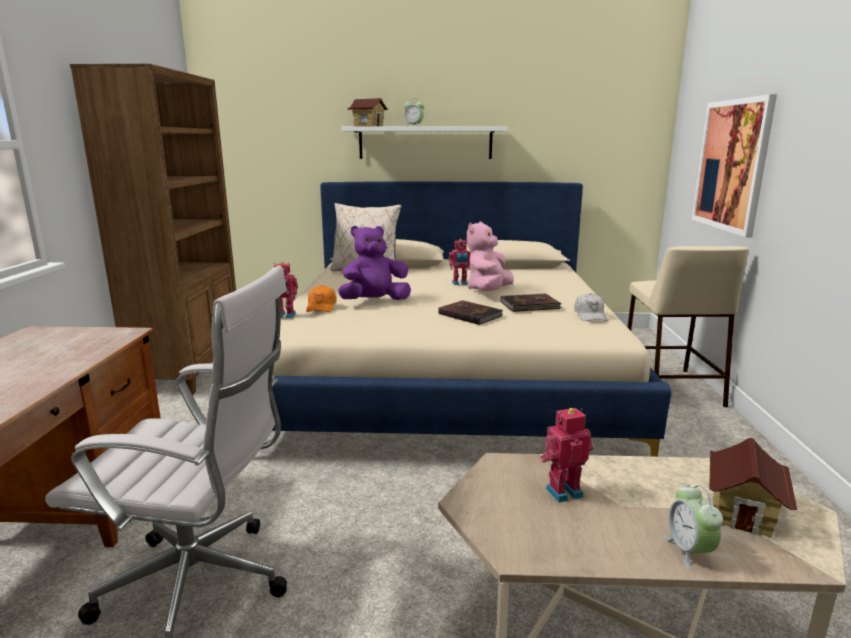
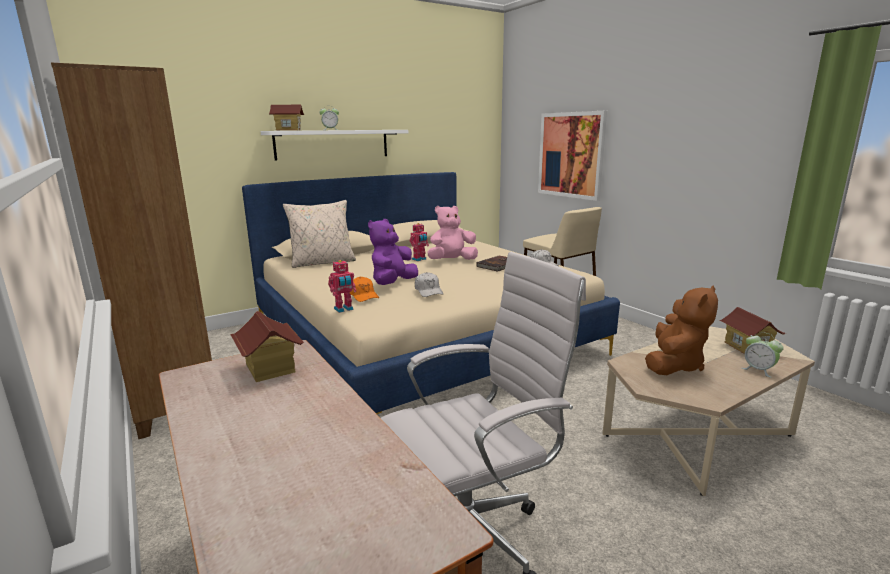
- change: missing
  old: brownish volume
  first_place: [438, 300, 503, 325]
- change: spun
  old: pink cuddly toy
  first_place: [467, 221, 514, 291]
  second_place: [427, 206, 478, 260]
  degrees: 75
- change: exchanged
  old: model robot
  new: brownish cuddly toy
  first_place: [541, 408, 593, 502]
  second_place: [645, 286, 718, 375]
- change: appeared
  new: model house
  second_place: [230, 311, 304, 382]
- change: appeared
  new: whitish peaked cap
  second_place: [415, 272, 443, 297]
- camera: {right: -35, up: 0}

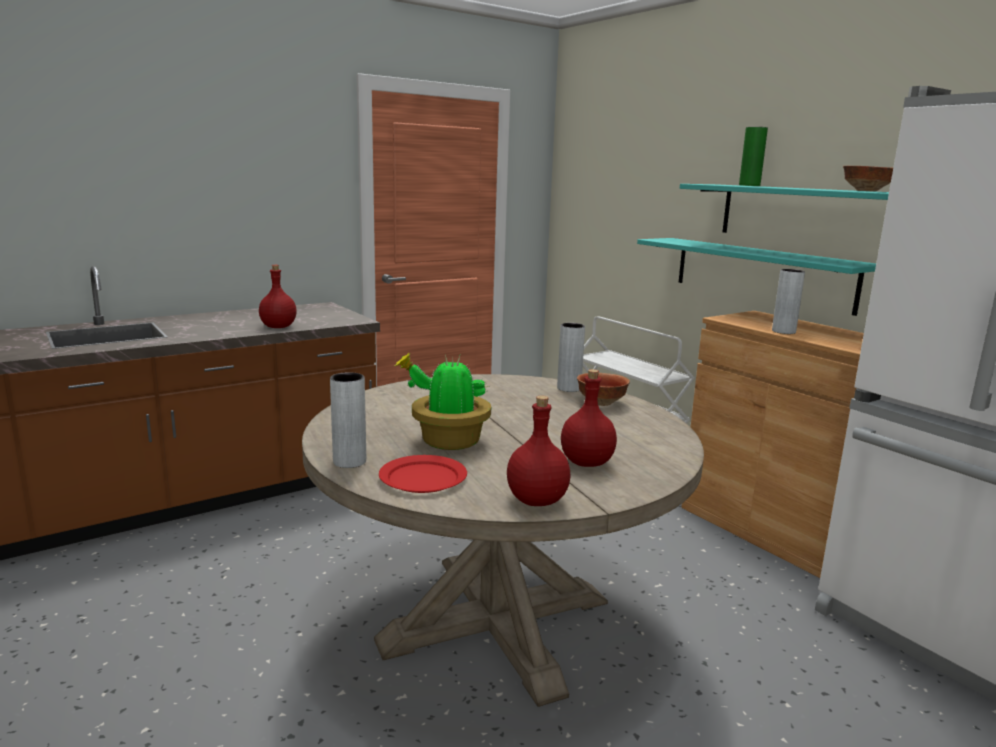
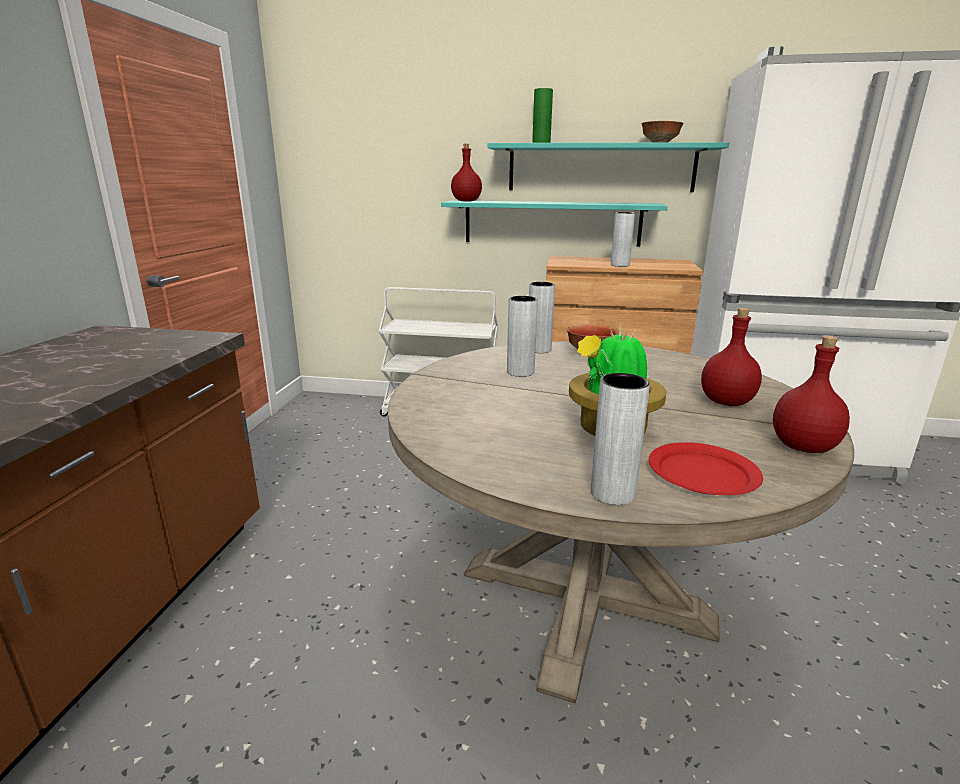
- change: relocated
  old: reddish beverage bottle
  first_place: [259, 265, 297, 328]
  second_place: [451, 144, 482, 202]
- change: appeared
  new: gray decorative vase
  second_place: [507, 296, 538, 377]
- camera: {right: -45, up: 5}

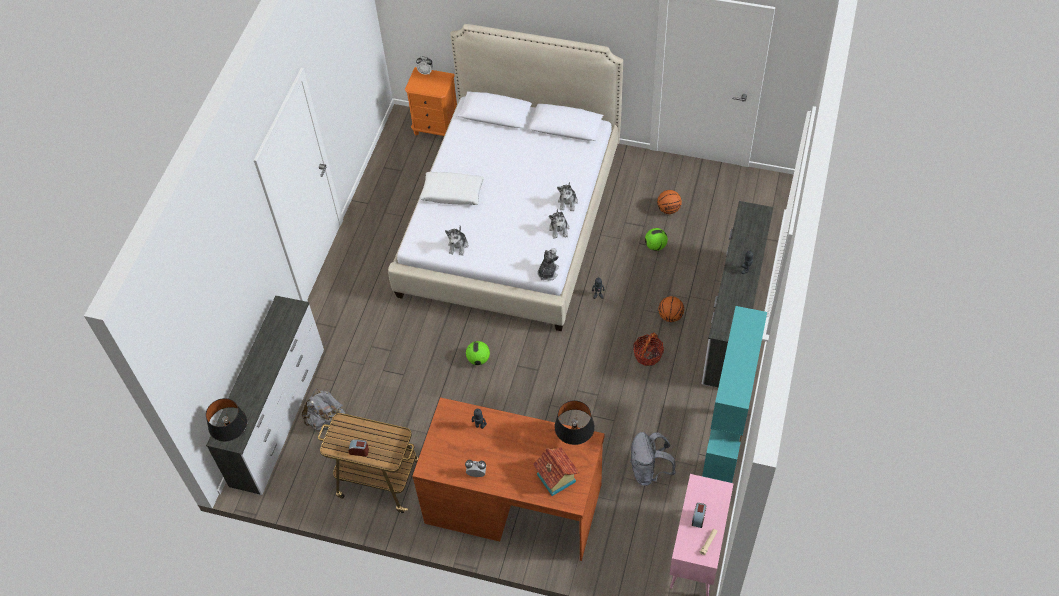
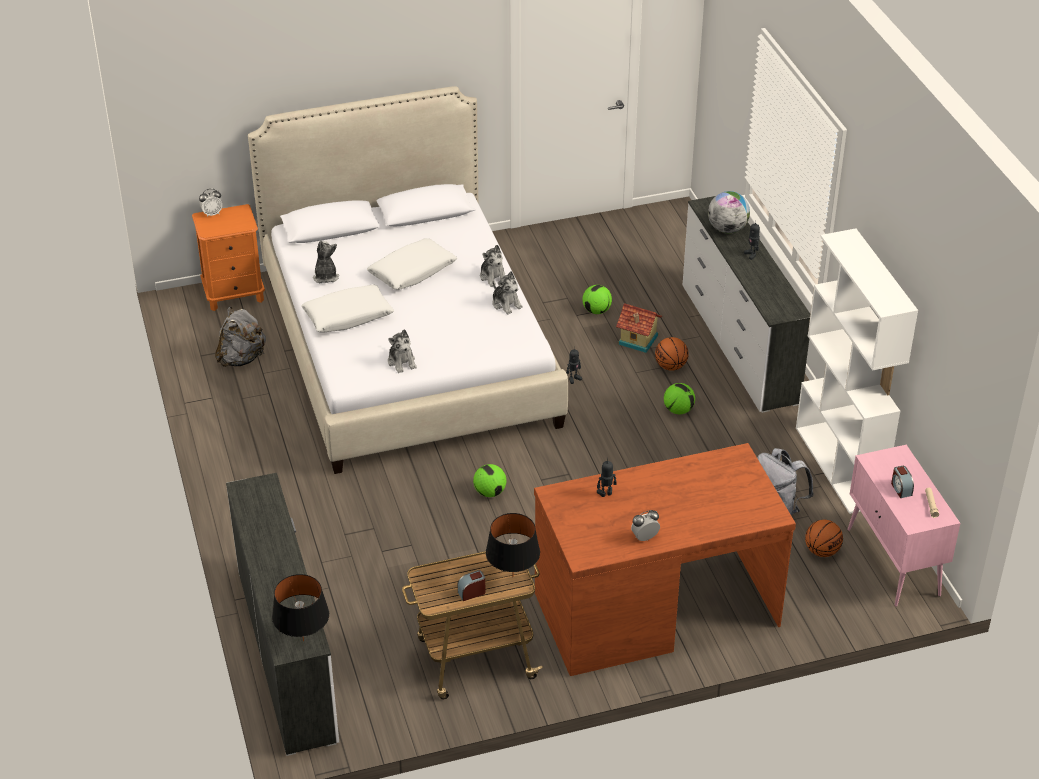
- change: relocated
  old: gray rucksack
  first_place: [302, 389, 345, 430]
  second_place: [215, 307, 266, 367]
- change: relocated
  old: model house
  first_place: [533, 448, 579, 496]
  second_place: [616, 303, 662, 353]
- change: relocated
  old: cuddly toy
  first_place: [537, 248, 559, 281]
  second_place: [313, 241, 339, 283]
- change: relocated
  old: blackish tabletop lamp
  first_place: [554, 400, 595, 445]
  second_place: [486, 513, 540, 572]
- change: exchanged
  old: basket
  new: football
  first_place: [633, 332, 664, 366]
  second_place: [664, 383, 695, 414]
- change: relocated
  old: basketball
  first_place: [657, 190, 682, 214]
  second_place: [805, 520, 843, 557]
- change: colour
  old: turquoise-coloured bookcase
  new: whitish bookcase
  first_place: [702, 306, 767, 483]
  second_place: [796, 229, 918, 514]
- change: appeared
  new: whitish pillow
  second_place: [367, 238, 457, 290]
- change: appeared
  new: globe
  second_place: [708, 191, 750, 233]
- camera: {right: -35, up: -15}

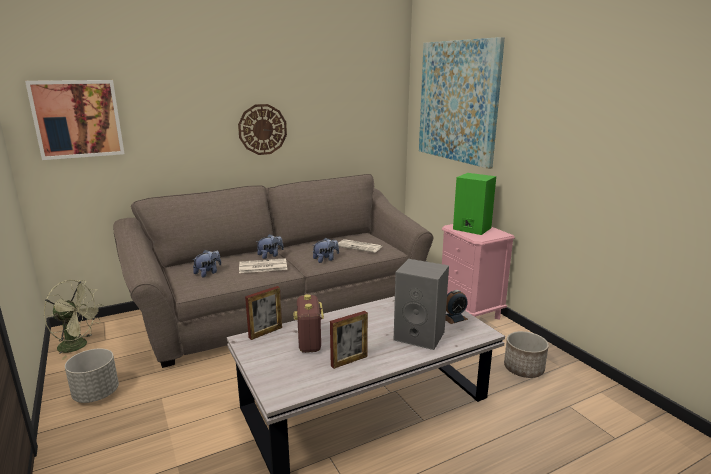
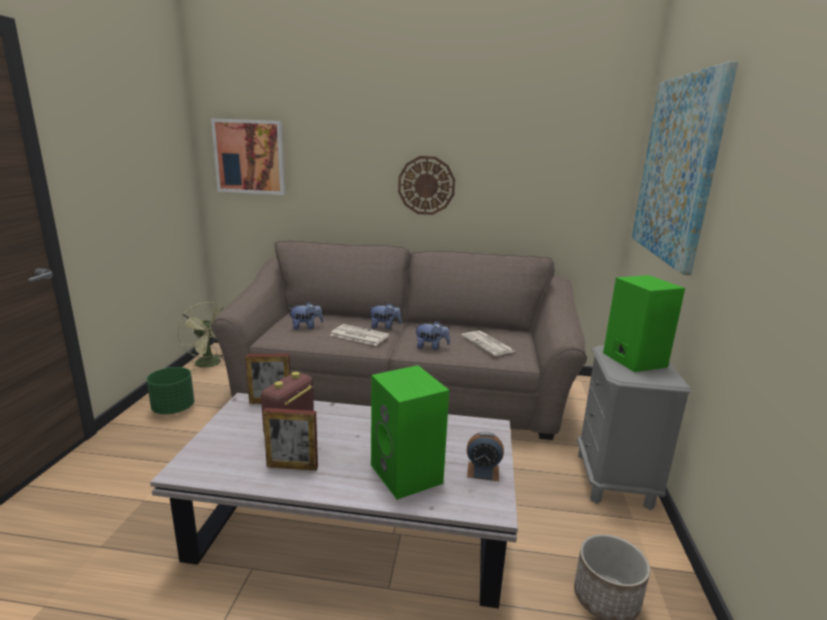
- change: colour
  old: gray flower pot
  new: greenish flower pot
  first_place: [65, 348, 119, 403]
  second_place: [147, 367, 194, 414]
- change: colour
  old: gray audio speaker
  new: greenish audio speaker
  first_place: [394, 259, 449, 350]
  second_place: [371, 365, 449, 500]
- change: colour
  old: pink bedside table
  new: gray bedside table
  first_place: [442, 224, 515, 319]
  second_place: [577, 345, 690, 510]
- camera: {right: 35, up: 0}

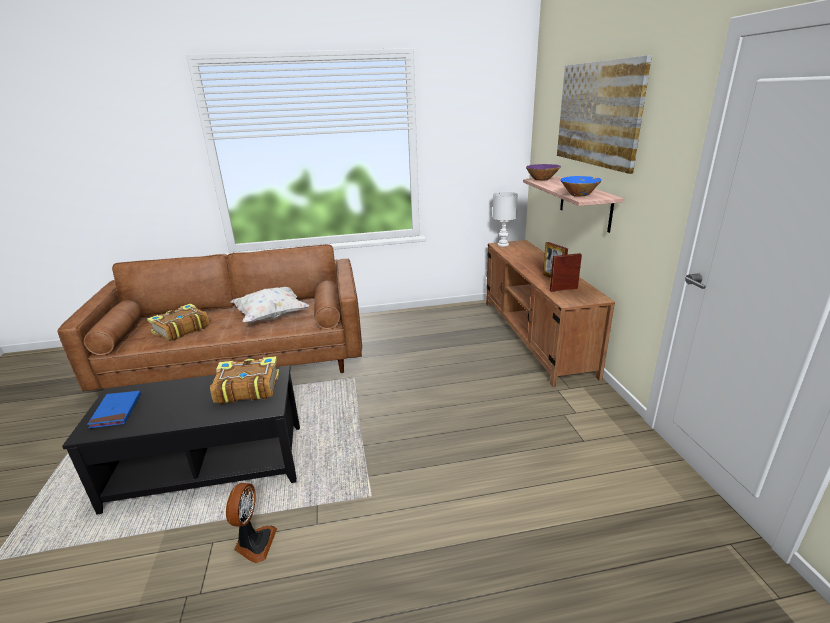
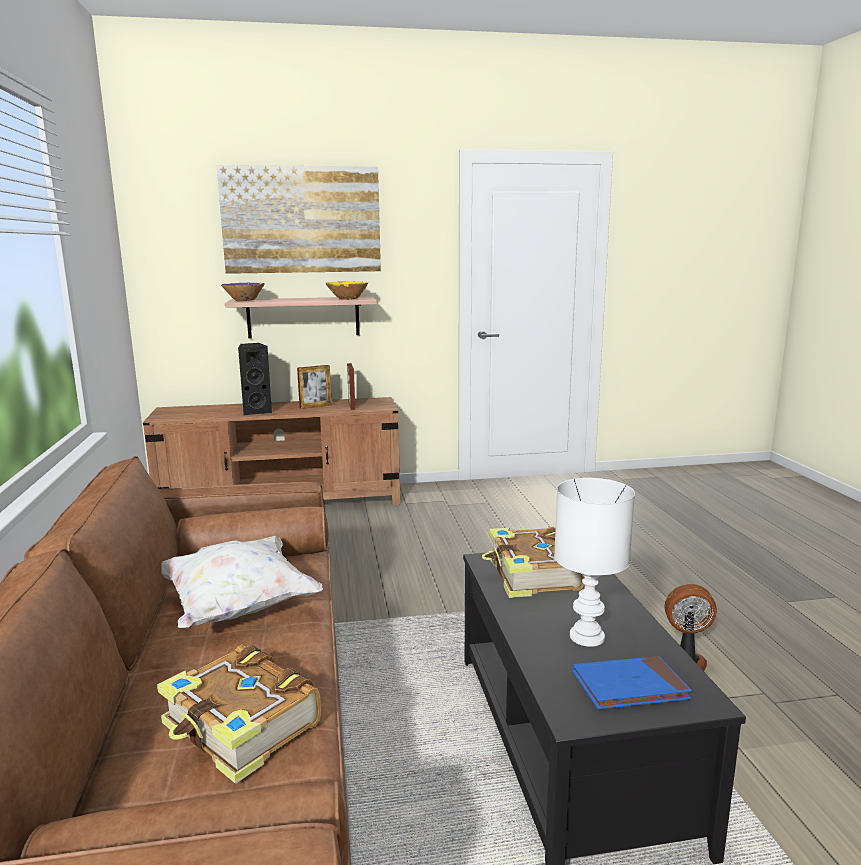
- change: relocated
  old: whitish tabletop lamp
  first_place: [493, 192, 518, 247]
  second_place: [554, 478, 635, 647]
- change: colour
  old: blue deep dish
  new: yellowish deep dish
  first_place: [560, 176, 602, 196]
  second_place: [325, 281, 368, 300]
- change: appeared
  new: blackish audio speaker
  second_place: [238, 343, 272, 415]
- camera: {right: -90, up: -10}

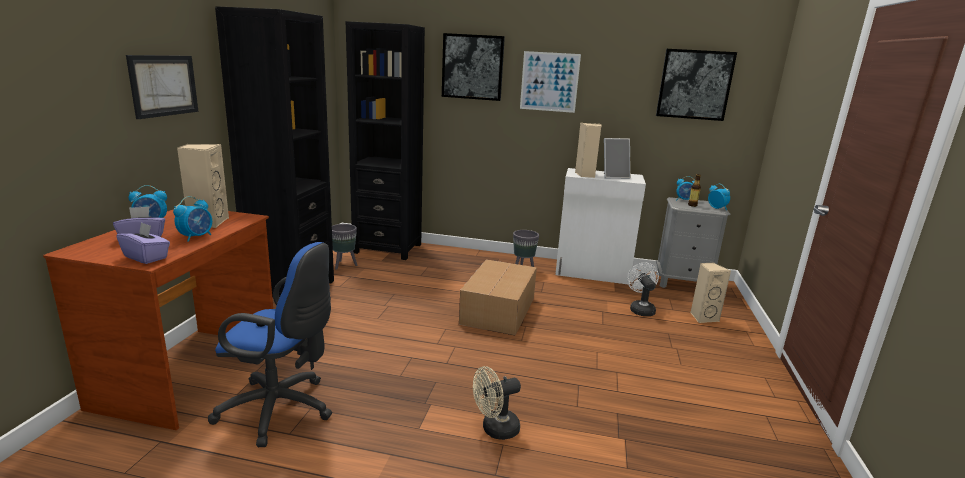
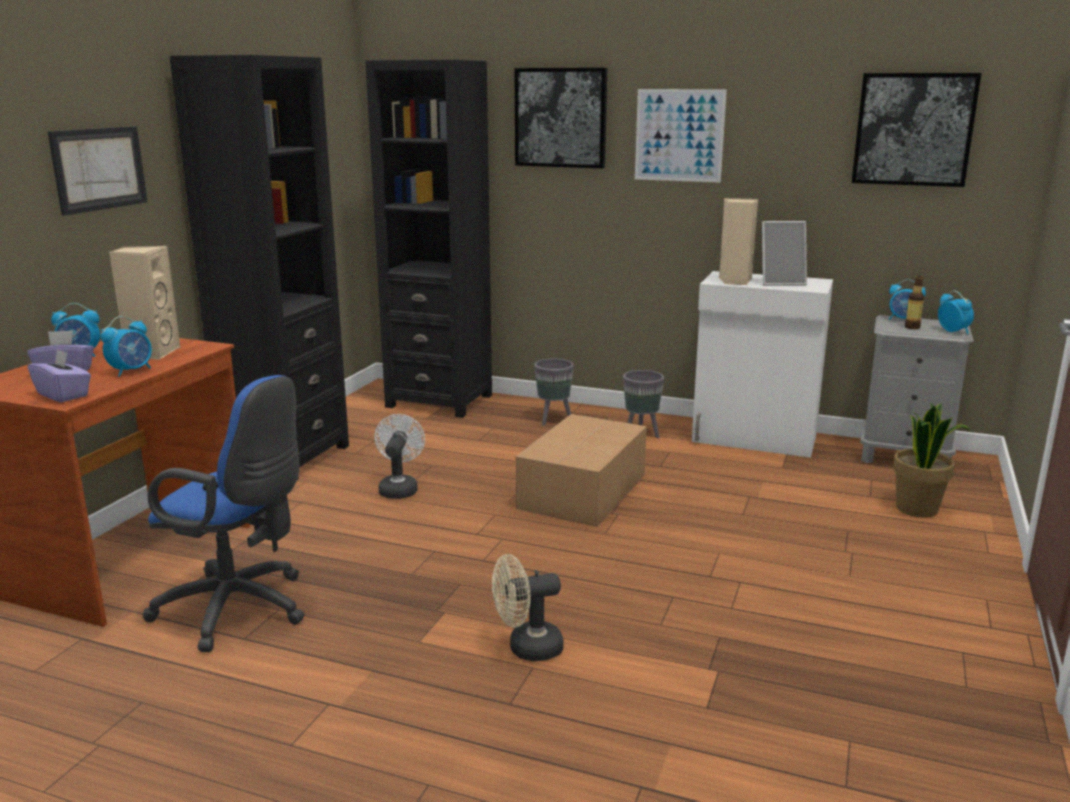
- change: relocated
  old: gray flower pot
  first_place: [332, 224, 357, 270]
  second_place: [534, 358, 574, 426]
- change: relocated
  old: whitish cooling fan
  first_place: [627, 262, 659, 316]
  second_place: [375, 414, 425, 499]
- change: exchanged
  old: sand-coloured audio speaker
  new: houseplant
  first_place: [690, 262, 731, 323]
  second_place: [893, 403, 970, 518]
- camera: {right: 10, up: 0}

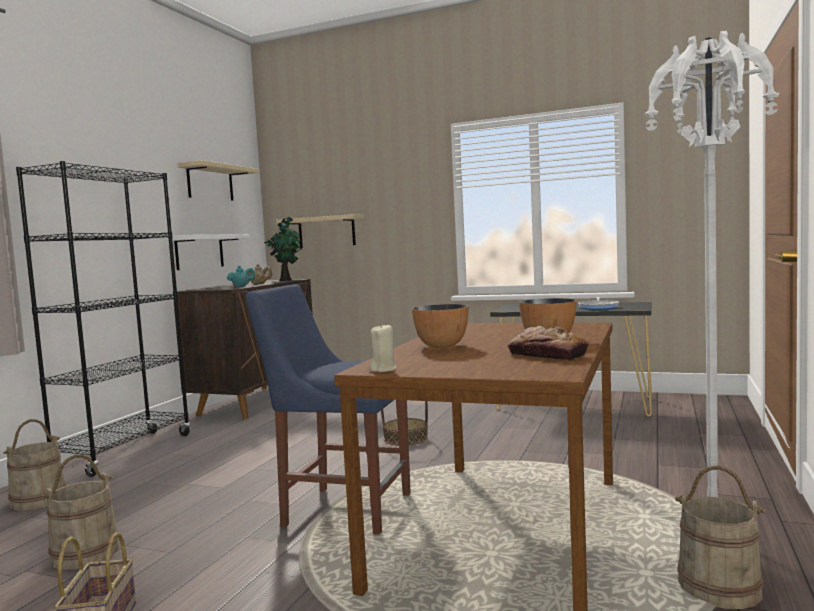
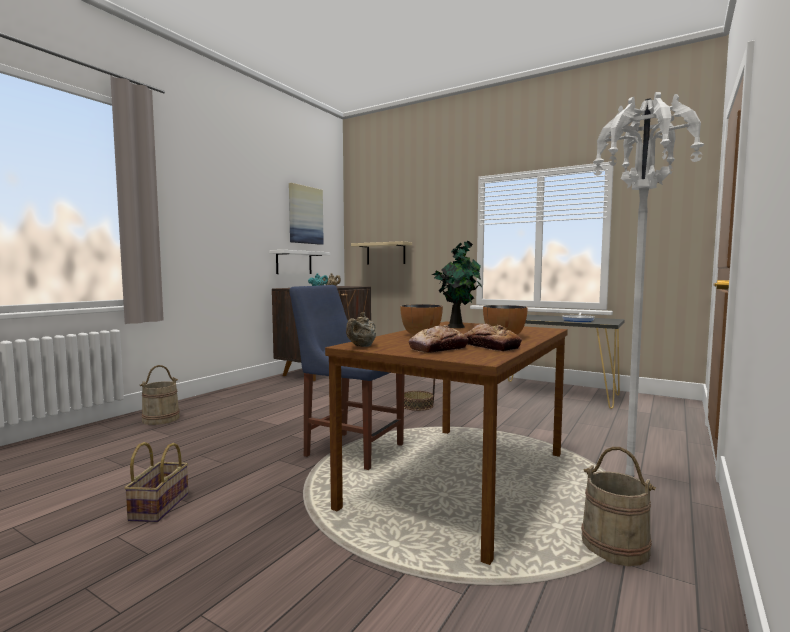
- change: missing
  old: blackish bookcase
  first_place: [16, 161, 190, 477]
- change: missing
  old: sand-coloured pail
  first_place: [41, 454, 119, 570]
- change: exchanged
  old: sand-coloured wall shelf
  new: wall art
  first_place: [177, 160, 259, 201]
  second_place: [289, 183, 324, 245]
- change: relocated
  old: houseplant
  first_place: [264, 217, 302, 281]
  second_place: [432, 240, 482, 328]
- change: exchanged
  old: sand-coloured wax light
  new: sand-coloured pot for tea
  first_place: [369, 323, 397, 372]
  second_place: [346, 312, 376, 347]
- change: appeared
  new: baked bread
  second_place: [409, 325, 469, 353]
- camera: {right: 10, up: 0}

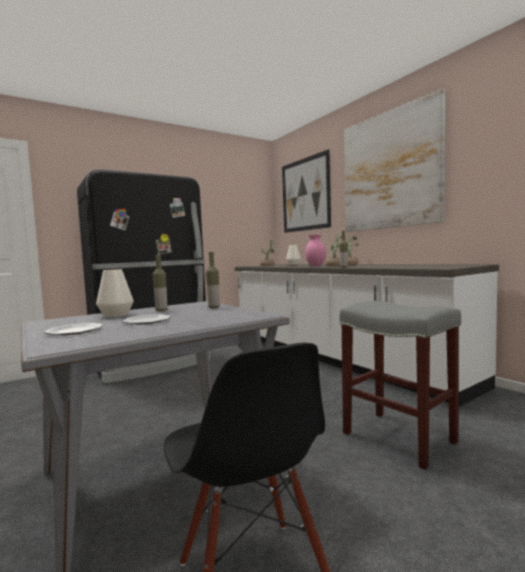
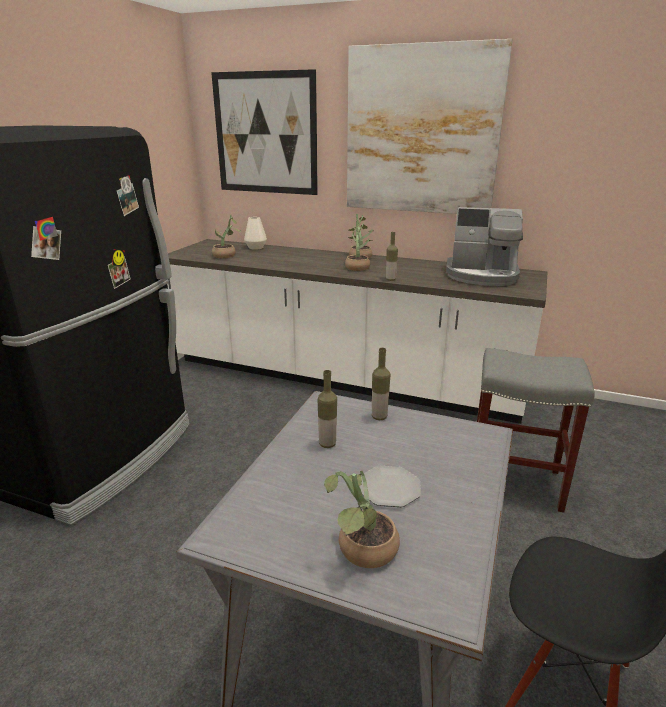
- change: exchanged
  old: dinner plate
  new: houseplant
  first_place: [44, 323, 103, 335]
  second_place: [324, 471, 400, 568]
- change: missing
  old: whitish decorative vase
  first_place: [96, 269, 134, 317]
- change: missing
  old: pink decorative vase
  first_place: [305, 235, 326, 266]
- change: appeared
  new: coffee brewer
  second_place: [446, 207, 523, 286]
- camera: {right: -35, up: 20}

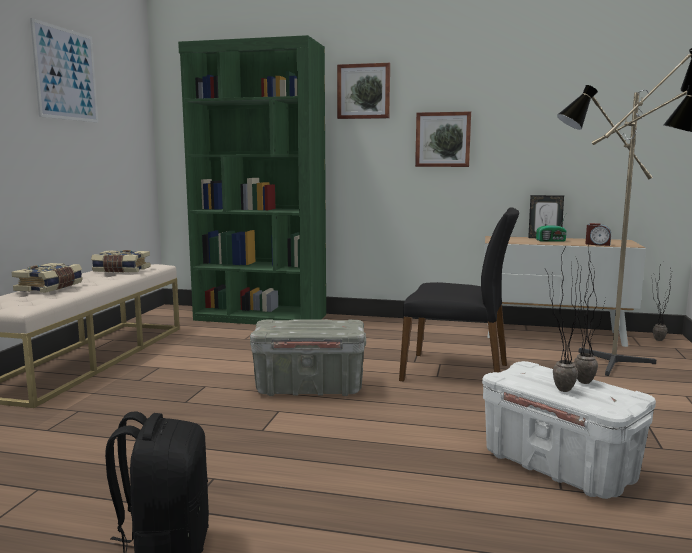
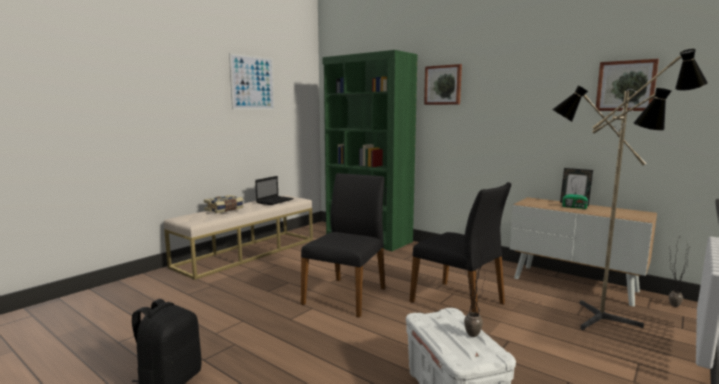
- change: exchanged
  old: volume
  new: laptop
  first_place: [91, 250, 151, 273]
  second_place: [255, 176, 294, 205]
- change: exchanged
  old: gray storage container
  new: blackish upright chair
  first_place: [250, 319, 366, 396]
  second_place: [301, 173, 385, 318]
- change: relocated
  old: wall art
  first_place: [415, 112, 471, 167]
  second_place: [595, 59, 659, 111]
- change: missing
  old: houseplant
  first_place: [545, 250, 582, 392]
- change: missing
  old: alarm clock
  first_place: [585, 223, 611, 246]
- camera: {right: 25, up: 0}

